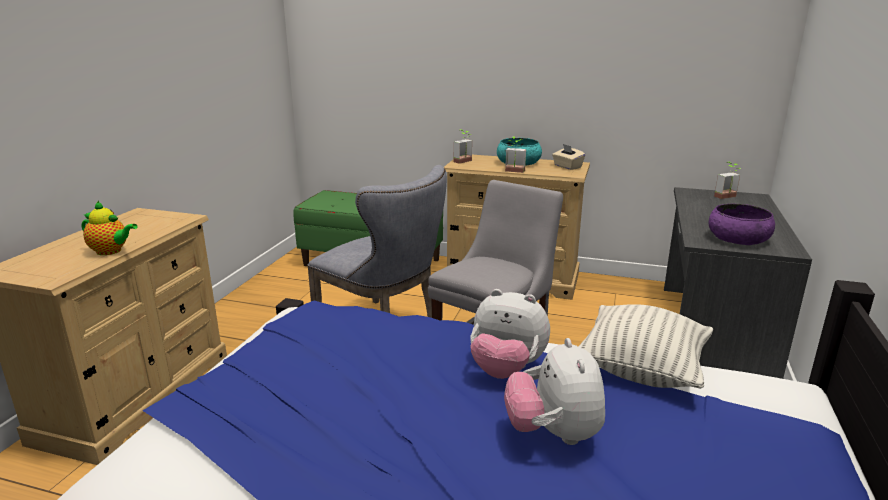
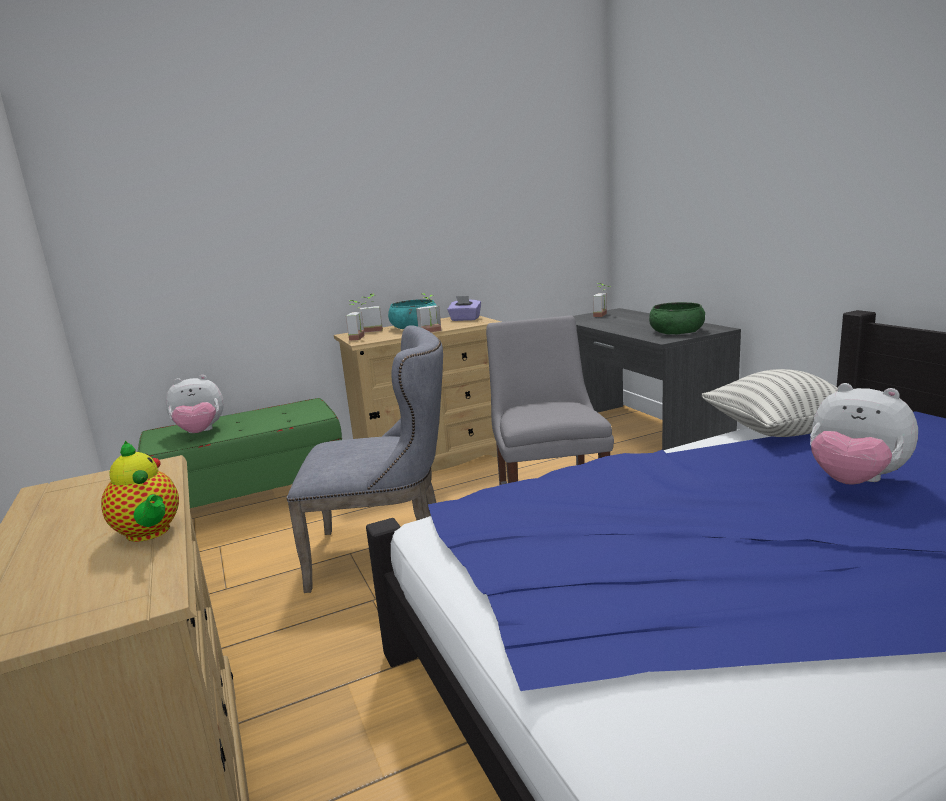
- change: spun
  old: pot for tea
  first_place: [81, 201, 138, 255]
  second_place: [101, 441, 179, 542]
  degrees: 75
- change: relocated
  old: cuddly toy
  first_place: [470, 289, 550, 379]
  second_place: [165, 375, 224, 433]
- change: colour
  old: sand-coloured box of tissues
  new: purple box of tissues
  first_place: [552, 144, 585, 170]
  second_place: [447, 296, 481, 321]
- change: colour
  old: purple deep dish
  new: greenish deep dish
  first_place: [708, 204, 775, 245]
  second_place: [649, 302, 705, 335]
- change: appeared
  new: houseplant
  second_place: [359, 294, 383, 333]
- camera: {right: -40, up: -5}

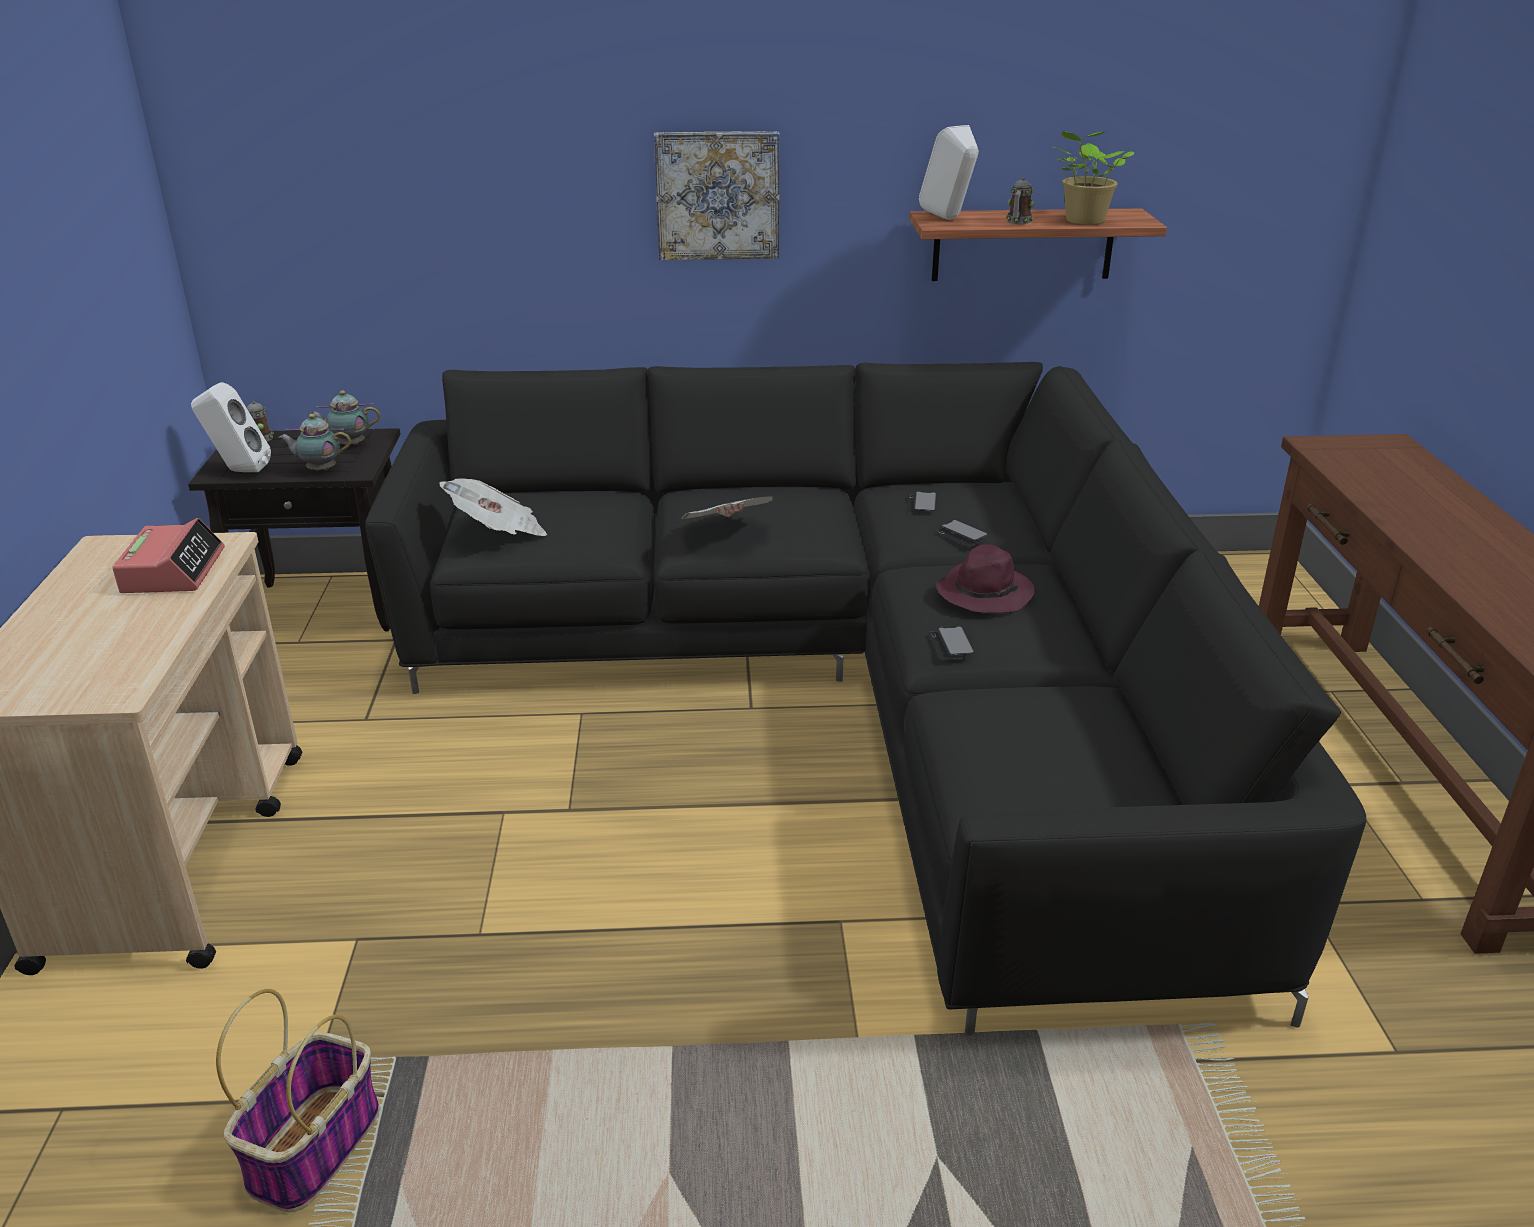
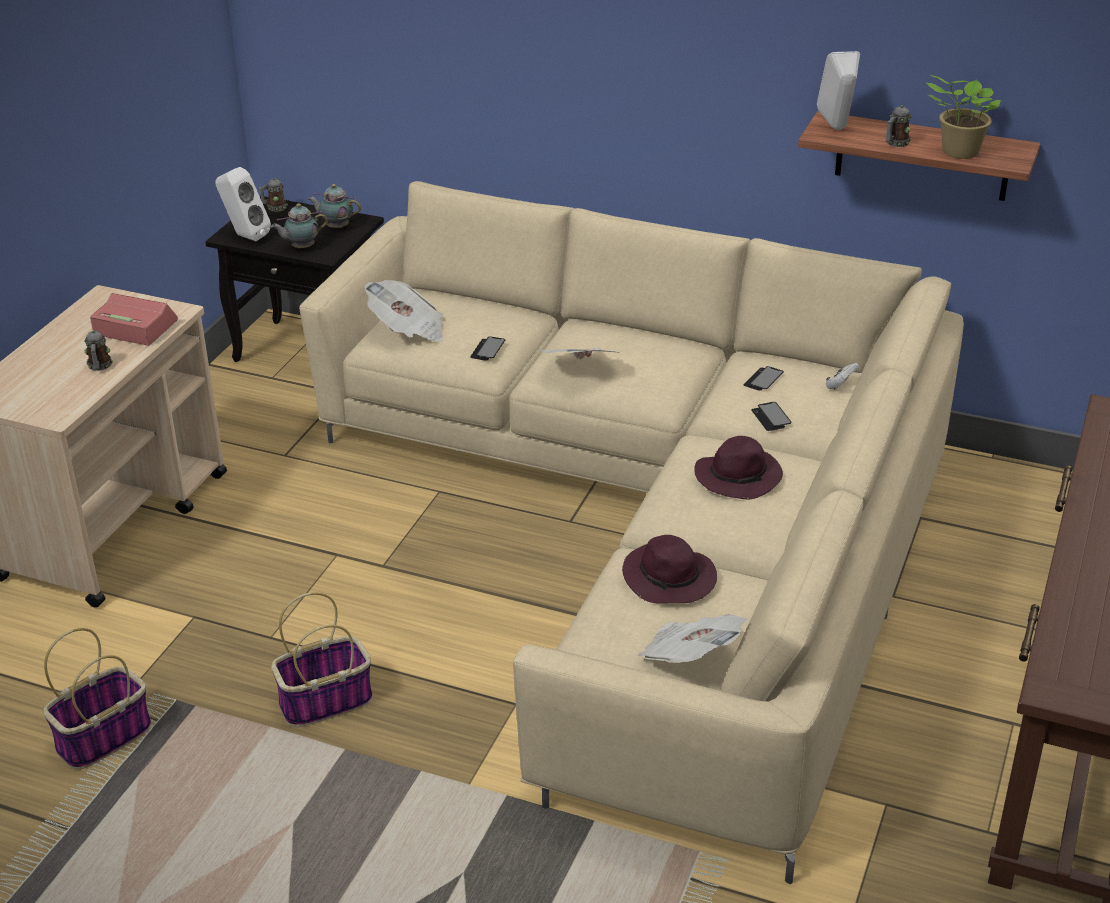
- change: spun
  old: alarm clock
  first_place: [112, 518, 225, 593]
  second_place: [90, 293, 178, 346]
  degrees: -90
- change: spun
  old: pot for tea
  first_place: [279, 414, 351, 471]
  second_place: [271, 203, 328, 249]
  degrees: -45
- change: colour
  old: blackish sofa
  new: sand-coloured sofa
  first_place: [365, 362, 1366, 1036]
  second_place: [299, 181, 964, 884]
- change: missing
  old: wall art
  first_place: [654, 131, 780, 260]
- change: relocated
  old: telephone
  first_place: [928, 626, 975, 660]
  second_place: [470, 337, 506, 360]
- change: appeared
  new: tea mug
  second_place: [84, 330, 113, 371]
- change: appeared
  new: basket
  second_place: [271, 592, 373, 727]
- change: appeared
  new: purple clothing hat
  second_place: [622, 535, 717, 604]
- change: appeared
  new: daily paper
  second_place: [638, 614, 748, 663]
- change: appeared
  new: whitish game controller
  second_place: [826, 363, 859, 390]
- camera: {right: 25, up: 5}

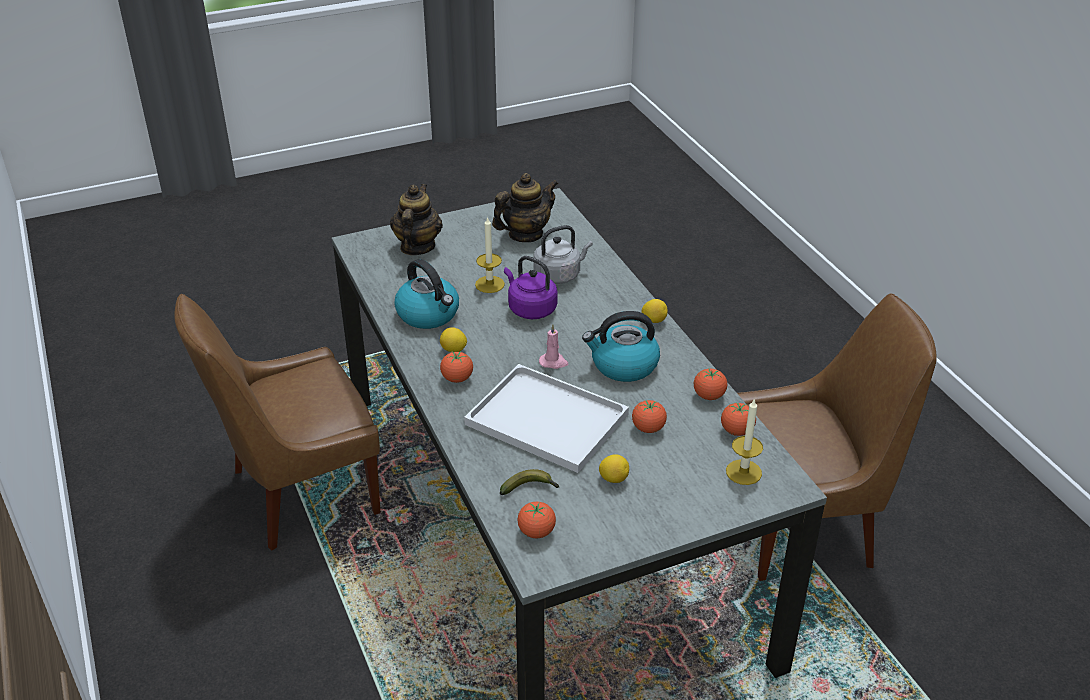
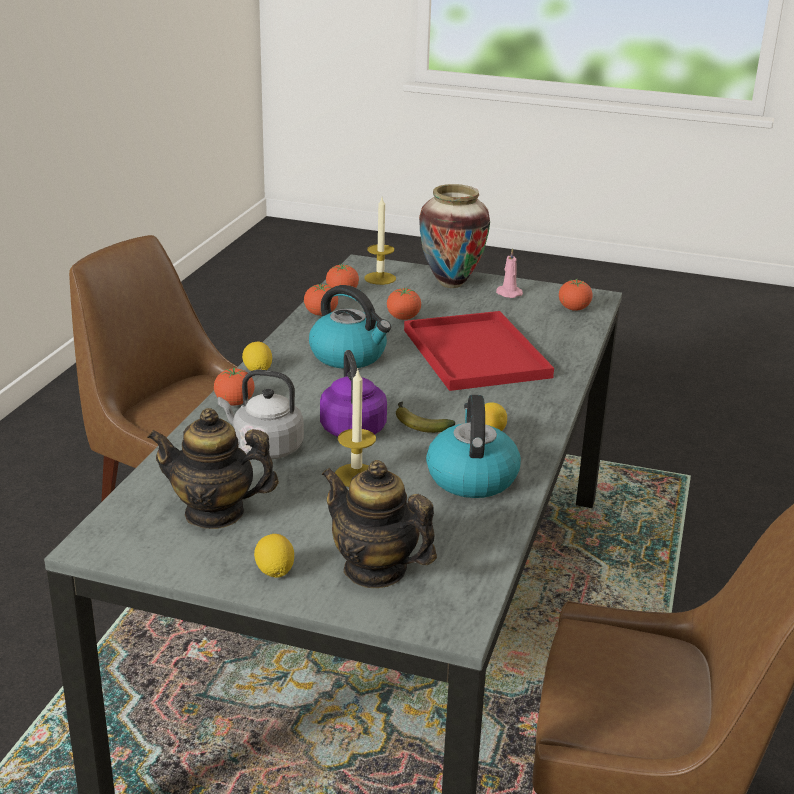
- change: spun
  old: pot for tea
  first_place: [390, 184, 443, 255]
  second_place: [321, 460, 437, 588]
  degrees: 75
- change: relocated
  old: fresh tomato
  first_place: [440, 351, 473, 383]
  second_place: [214, 368, 255, 405]
- change: colour
  old: whitish tray
  new: reddish tray
  first_place: [464, 364, 629, 473]
  second_place: [404, 311, 554, 391]
- change: relocated
  old: banana
  first_place: [500, 469, 559, 495]
  second_place: [396, 401, 455, 433]
- change: relocated
  old: pink wax light
  first_place: [539, 324, 568, 369]
  second_place: [496, 248, 523, 298]
- change: relocated
  old: lemon
  first_place: [599, 454, 629, 483]
  second_place: [254, 534, 294, 578]
- change: appeared
  new: decorative vase
  second_place: [419, 184, 490, 288]
- camera: {right: -140, up: -10}

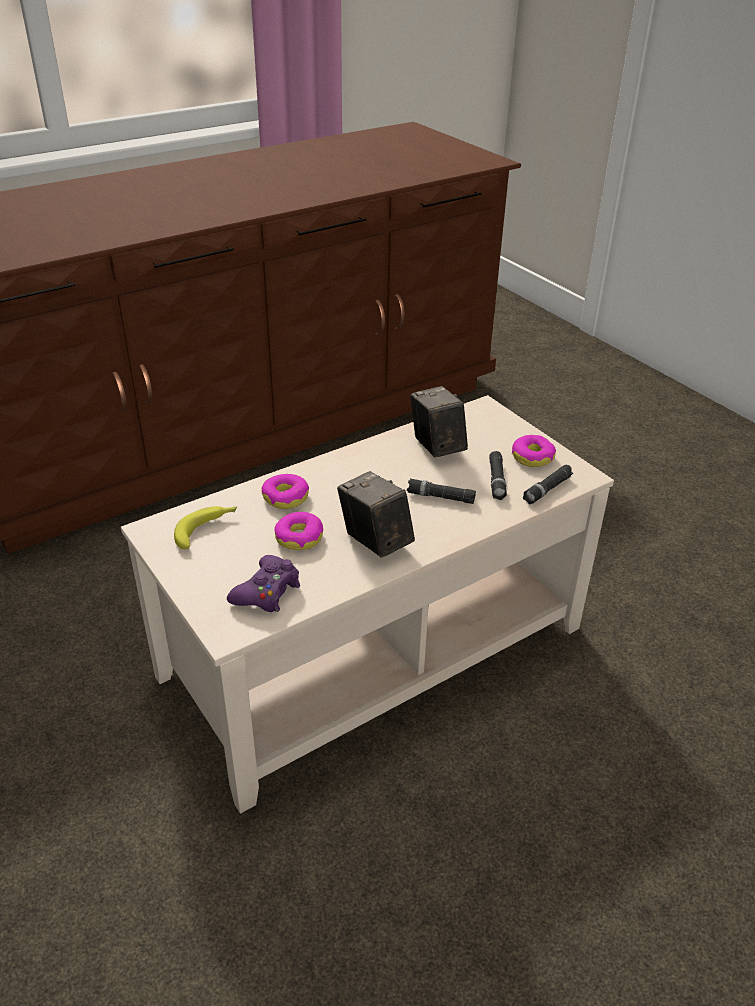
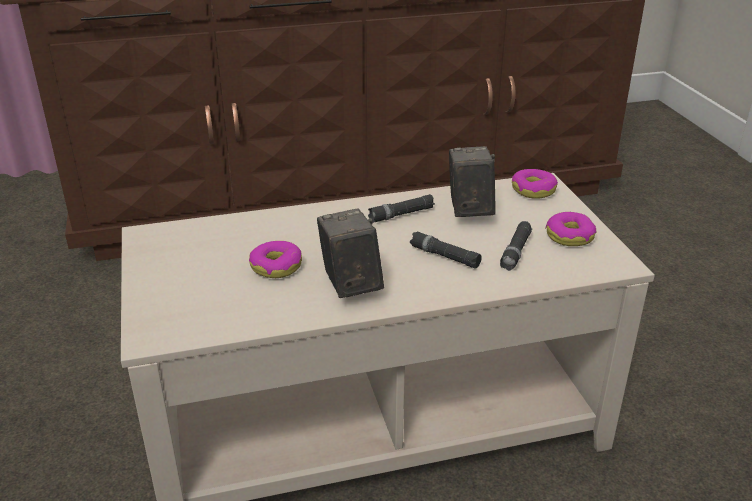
- change: missing
  old: banana
  first_place: [174, 506, 237, 549]
- change: missing
  old: purple game controller
  first_place: [227, 555, 300, 612]
- change: relocated
  old: doughnut
  first_place: [261, 474, 309, 509]
  second_place: [512, 169, 558, 199]
- change: relocated
  old: blackish torch
  first_place: [523, 465, 573, 504]
  second_place: [368, 194, 435, 223]
- camera: {right: 20, up: -5}

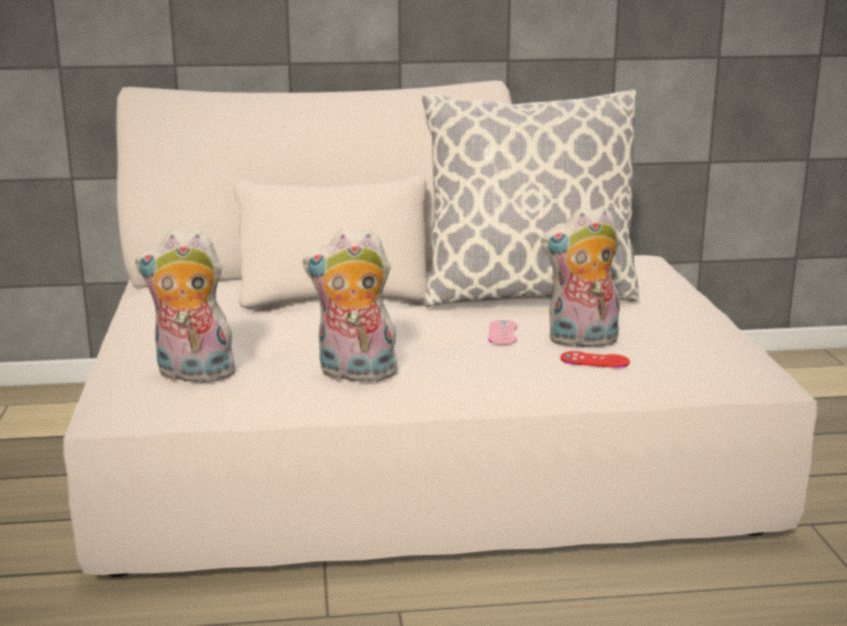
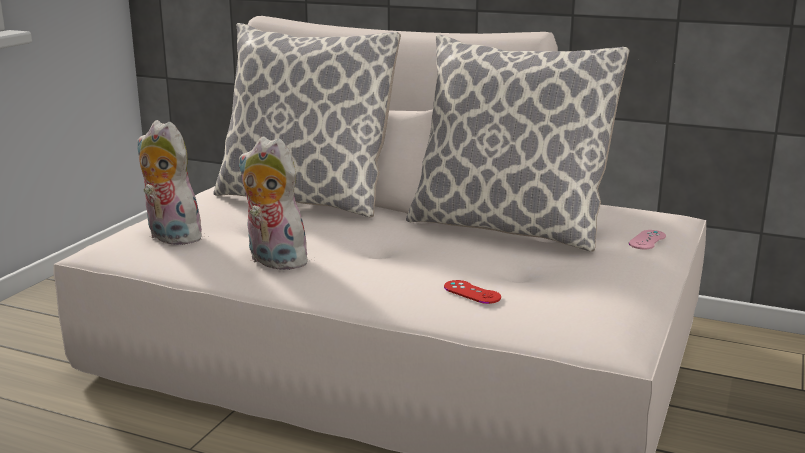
- change: relocated
  old: pink game controller
  first_place: [488, 320, 517, 345]
  second_place: [629, 230, 666, 249]
- change: missing
  old: cuddly toy
  first_place: [541, 206, 620, 348]
- change: appeared
  new: pillow
  second_place: [213, 23, 401, 218]
- camera: {right: 30, up: 0}

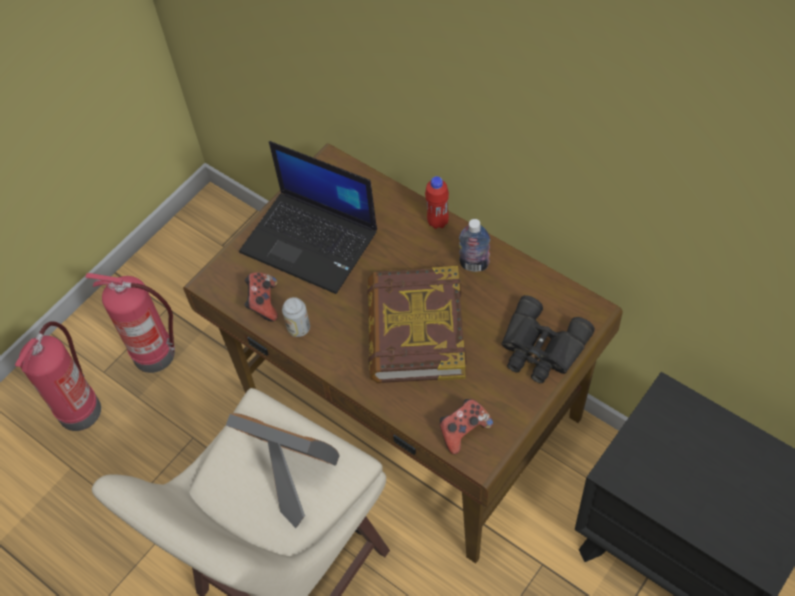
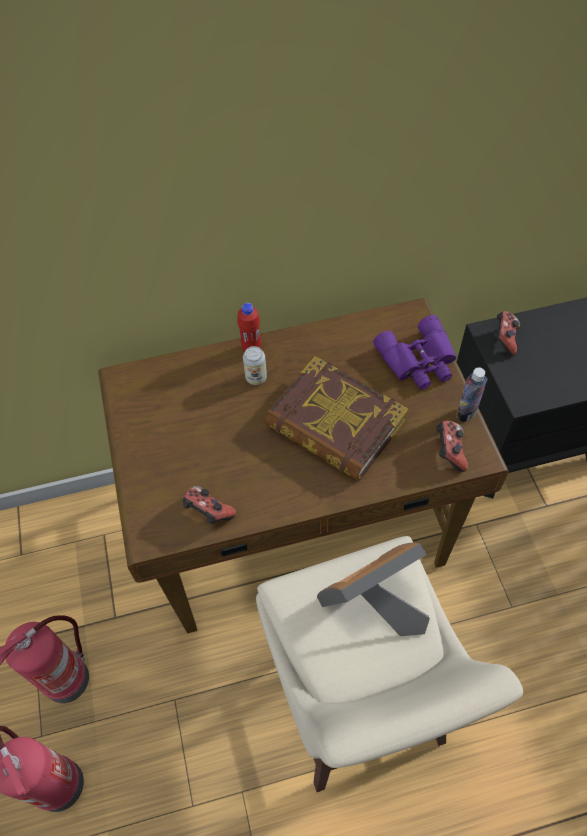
- change: missing
  old: laptop
  first_place: [239, 141, 377, 294]
- change: relocated
  old: metal can
  first_place: [282, 297, 310, 337]
  second_place: [243, 346, 267, 385]
- change: relocated
  old: beverage bottle
  first_place: [459, 219, 490, 272]
  second_place: [456, 367, 487, 422]
- change: colour
  old: blackish field glasses
  new: purple field glasses
  first_place: [502, 295, 595, 383]
  second_place: [373, 315, 457, 390]
- change: appeared
  new: game controller
  second_place: [494, 311, 520, 355]
- camera: {right: -55, up: 0}

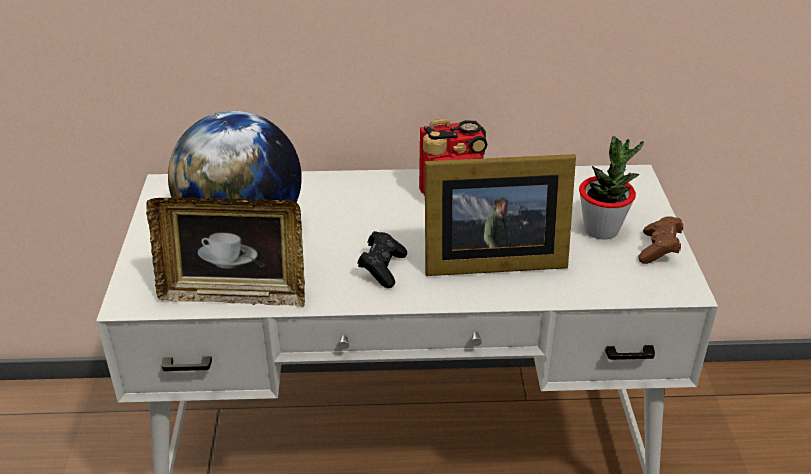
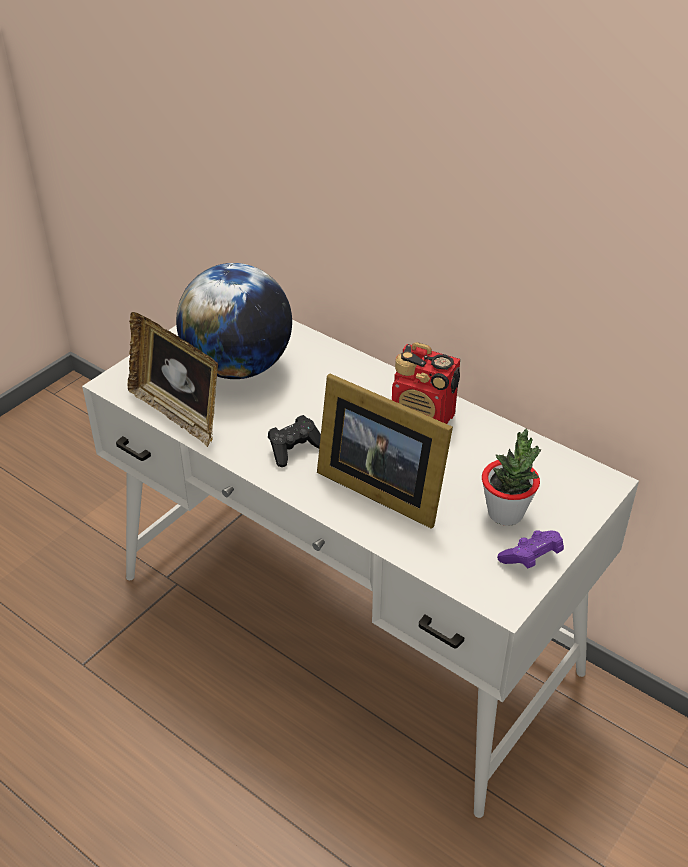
- change: colour
  old: brownish game controller
  new: purple game controller
  first_place: [638, 216, 683, 264]
  second_place: [497, 530, 564, 568]
- camera: {right: 40, up: 5}

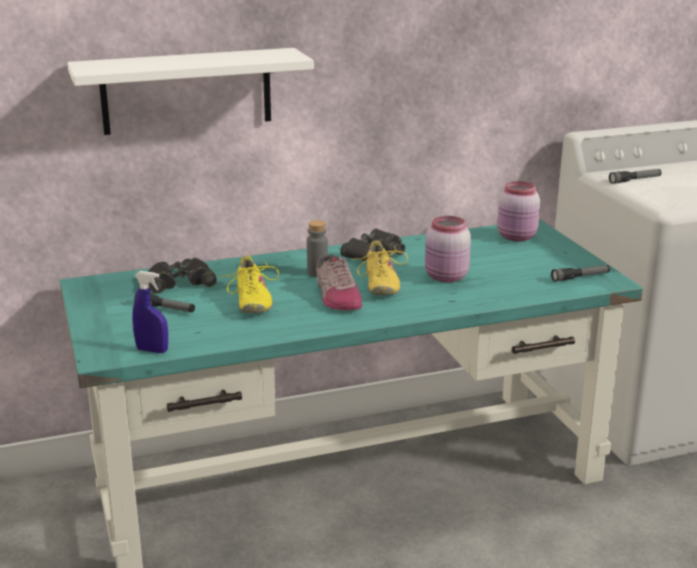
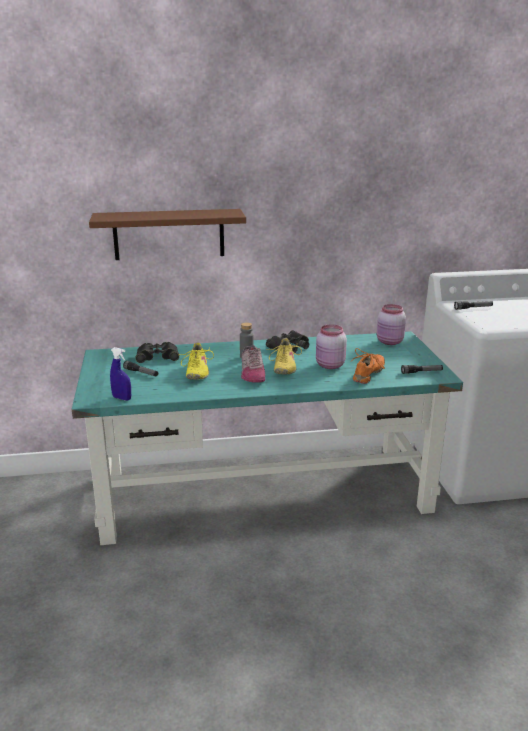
- change: colour
  old: whitish wall shelf
  new: brownish wall shelf
  first_place: [67, 48, 314, 135]
  second_place: [89, 209, 246, 260]
- change: appeared
  new: orange-coloured item of footwear
  second_place: [351, 348, 385, 384]
- camera: {right: 10, up: 0}

